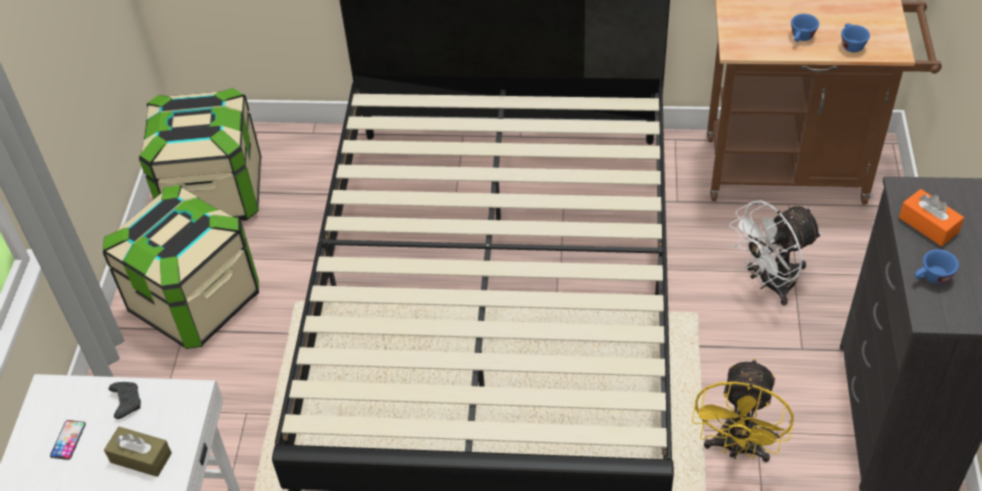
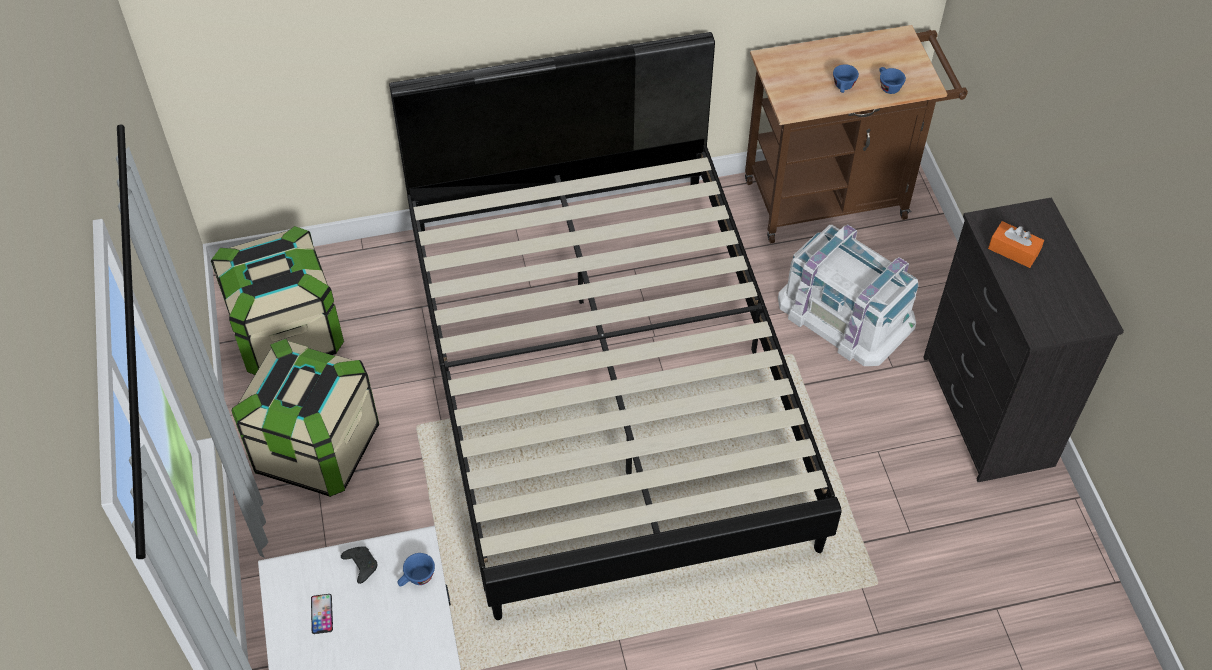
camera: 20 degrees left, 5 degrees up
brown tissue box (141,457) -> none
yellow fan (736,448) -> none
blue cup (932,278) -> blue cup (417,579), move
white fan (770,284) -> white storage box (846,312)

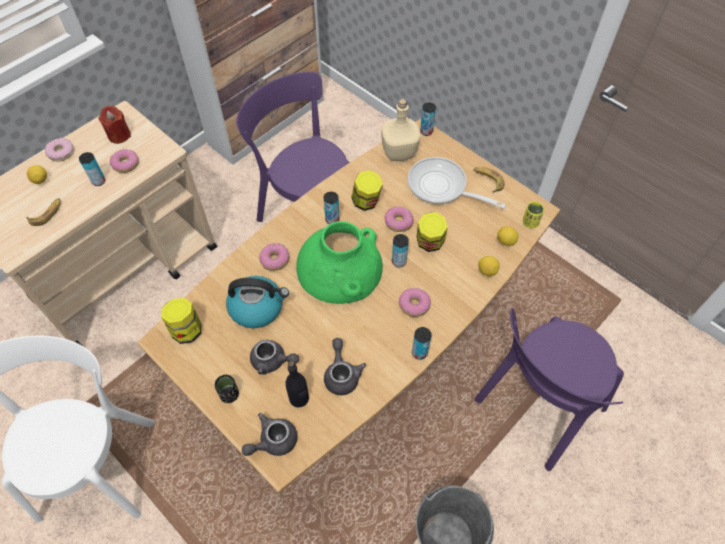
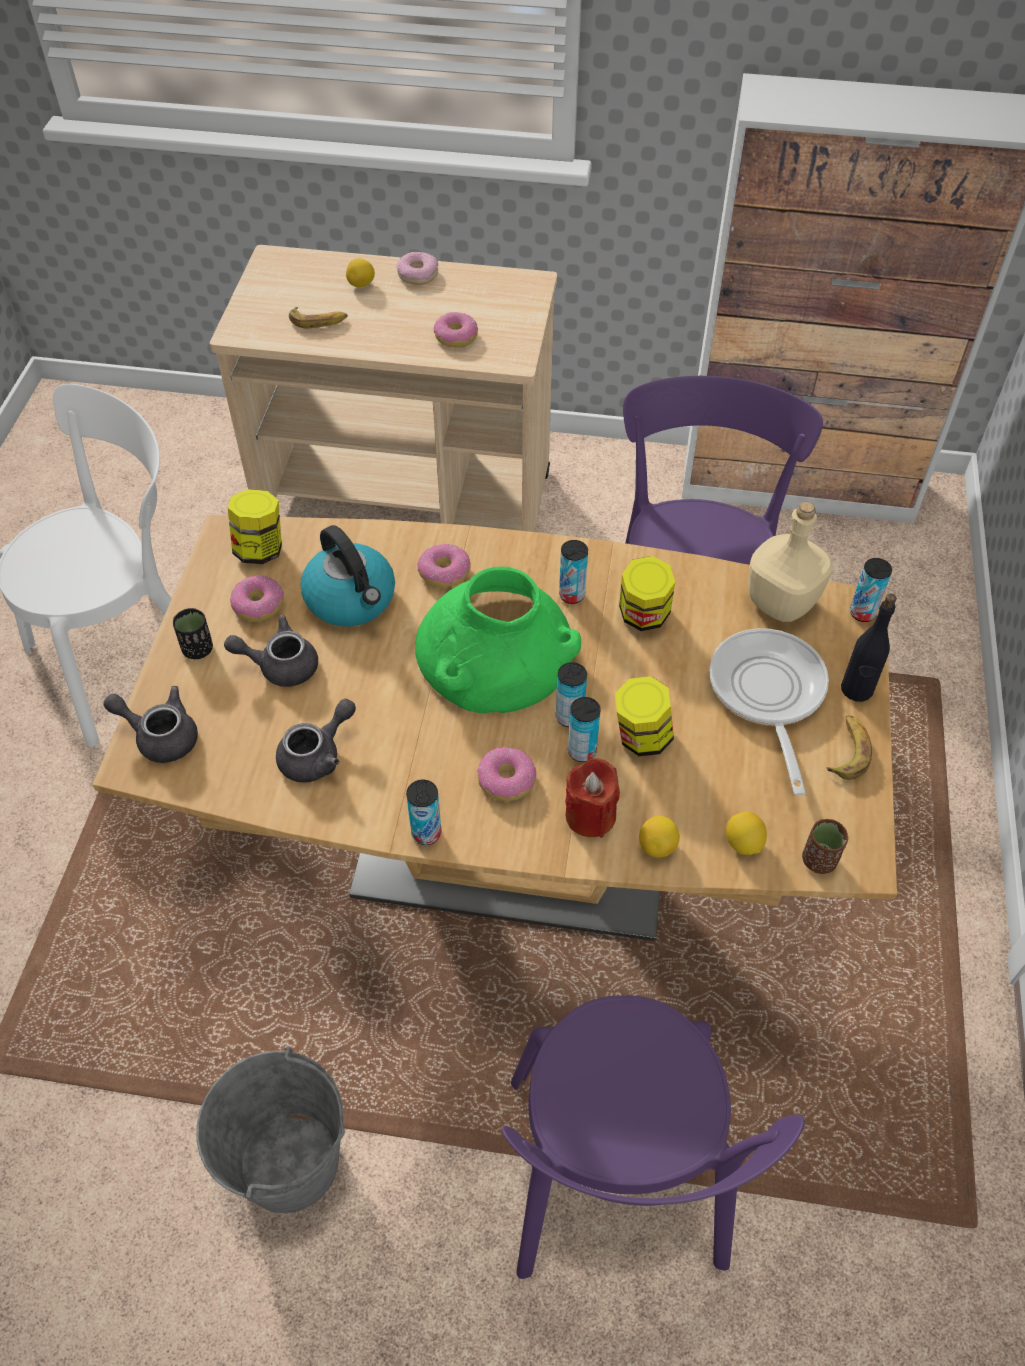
camera: 55 degrees right, 5 degrees down
can (99,181) -> can (582,751), move
red candle (119,135) -> red candle (590,815), move
black bottle (299,398) -> black bottle (856,689), move
donut (398,222) -> donut (258,605), move
yellow cup (530,222) -> brown cup (819,860)
grey teapot (273,361) -> grey teapot (280,665), 105 degrees clockwise
purple chair (535,408) -> purple chair (615,1183), 105 degrees counterclockwise

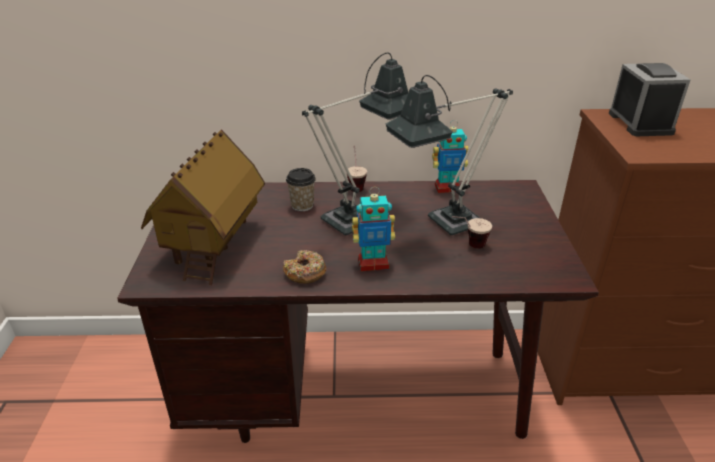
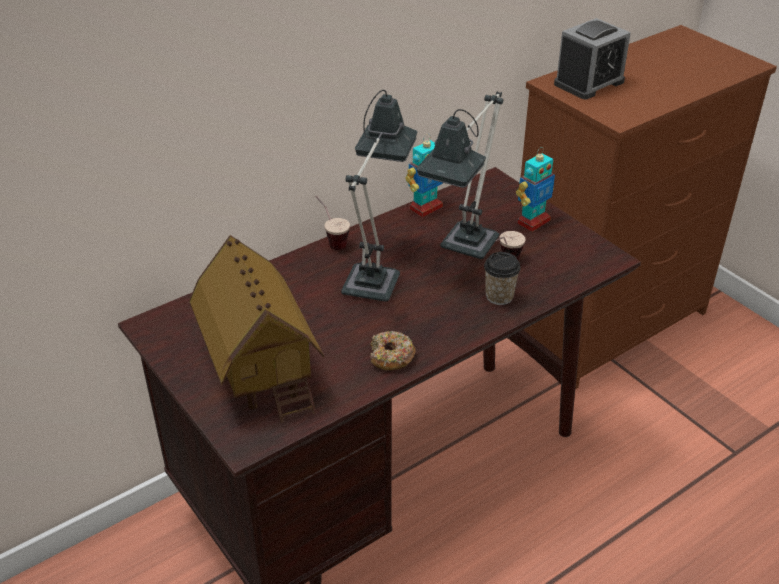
camera: 35 degrees left, 5 degrees up
cup (302,205) -> cup (499,296), move
toy robot (373,263) -> toy robot (533,222), move
alarm clock (640,123) -> alarm clock (589,83), 90 degrees clockwise

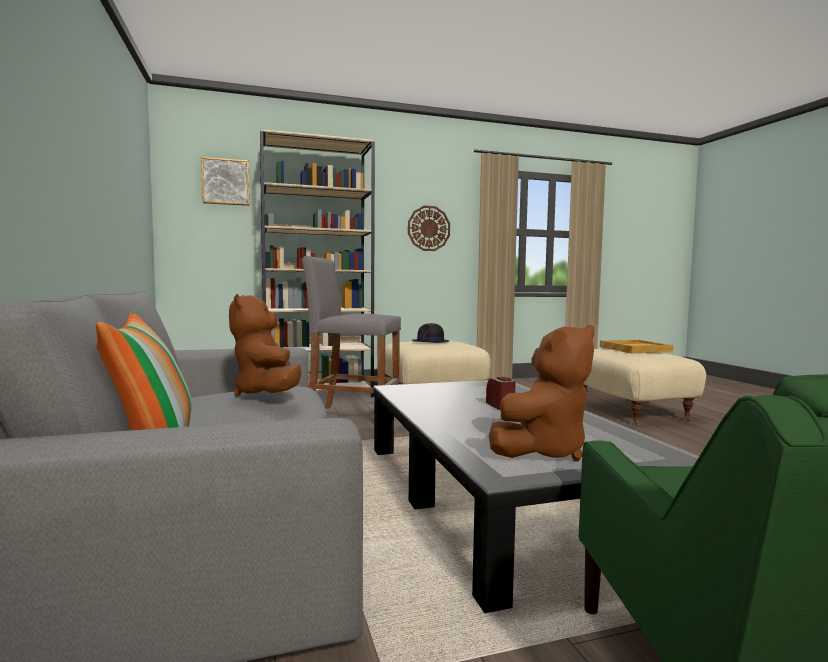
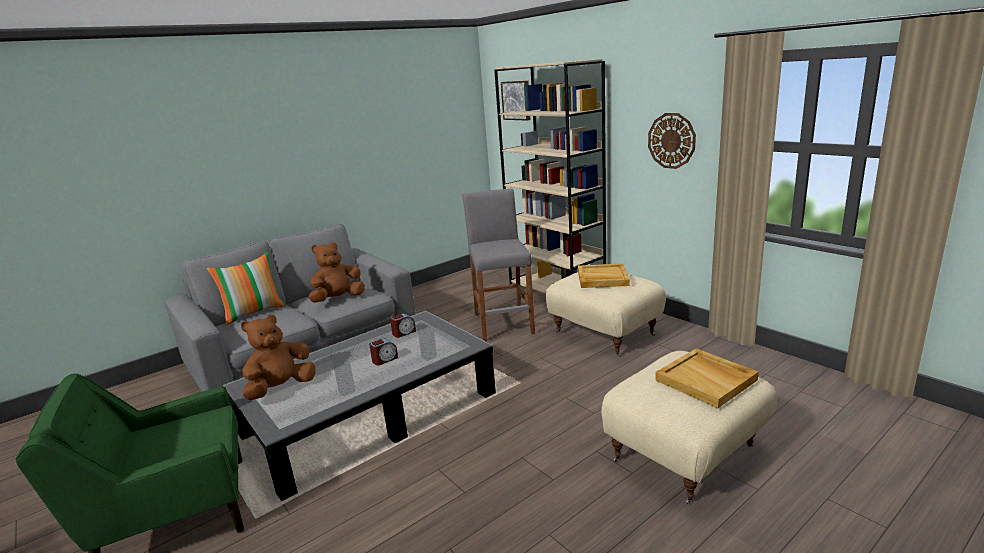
camera: 70 degrees right, 15 degrees up
none -> alarm clock (403,333)
black hat (430,342) -> beige tray (602,278)
brown plush toy (543,451) -> brown plush toy (281,388), 105 degrees clockwise

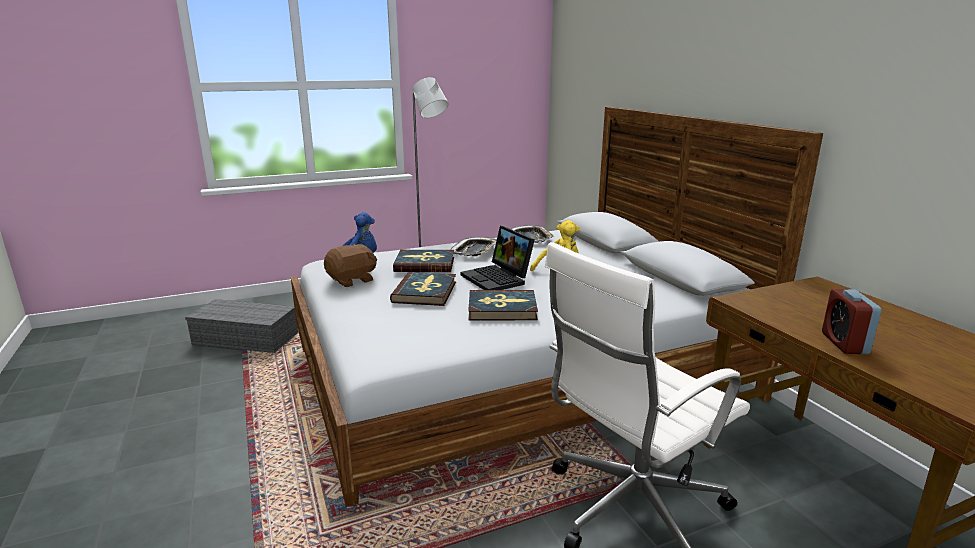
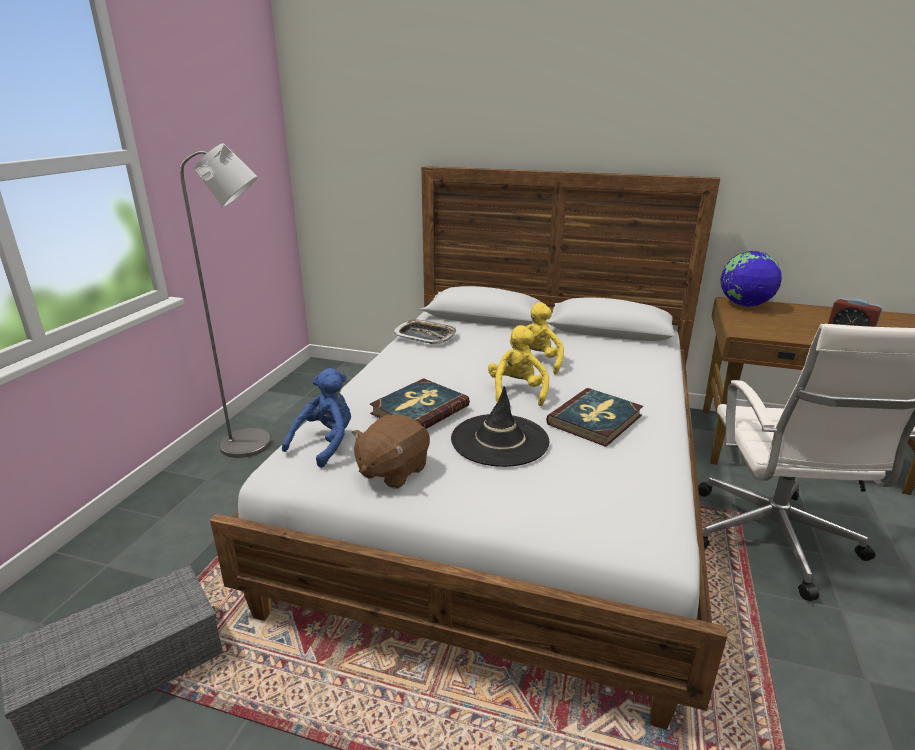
camera: 50 degrees left, 5 degrees up
tray (474,251) -> none
none -> globe (744,305)
book (425,292) -> black hat (499,440)
laptop (498,279) -> yellow plush toy (517,392)
brown plush toy (352,280) -> brown plush toy (392,471), 150 degrees counterclockwise

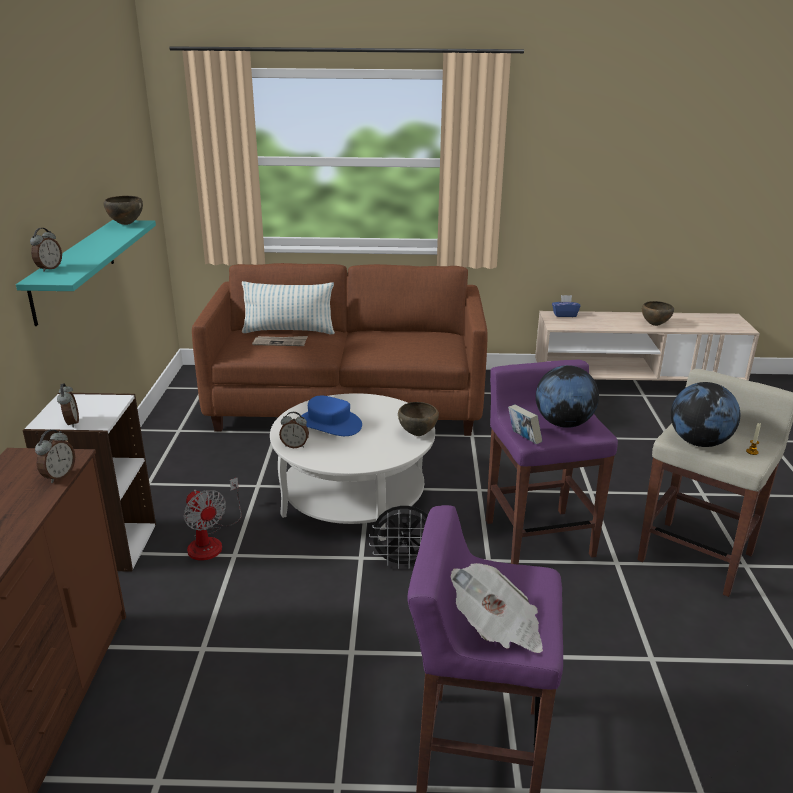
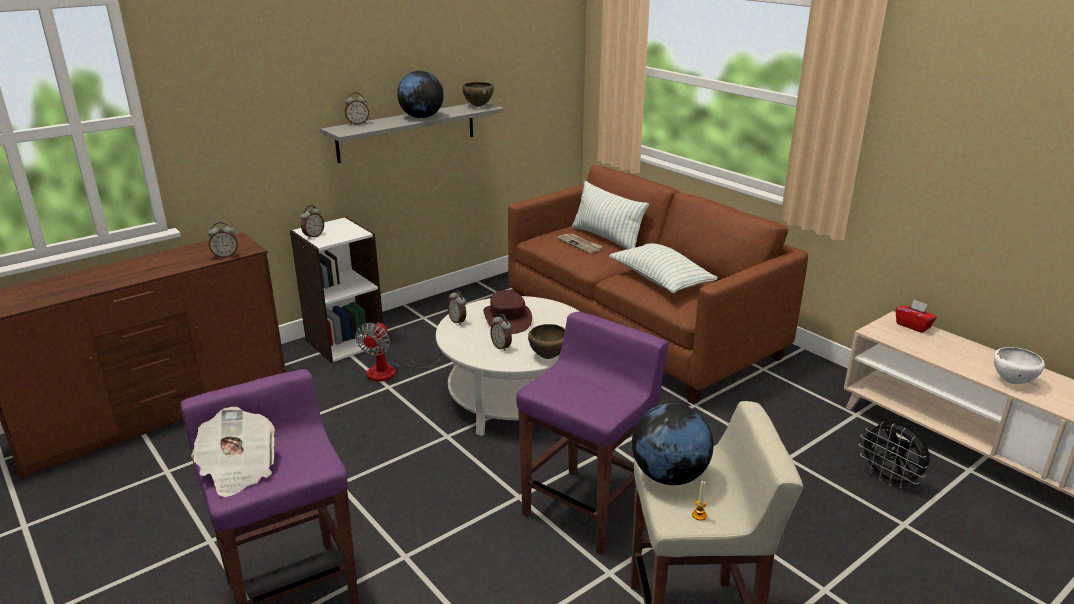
camera: 50 degrees right, 0 degrees up
book (523,439) -> none
none -> alarm clock (502,347)
none -> pillow (661,280)
black fan (404,562) -> black fan (889,479), move
globe (563,423) -> globe (421,117), move
turquoise shelf (74,269) -> grey shelf (407,131)
blue hat (329,424) -> brown hat (507,318)
blue tissue box (564,315) -> red tissue box (913,326)
brown bowl (654,325) -> white bowl (1011,382)

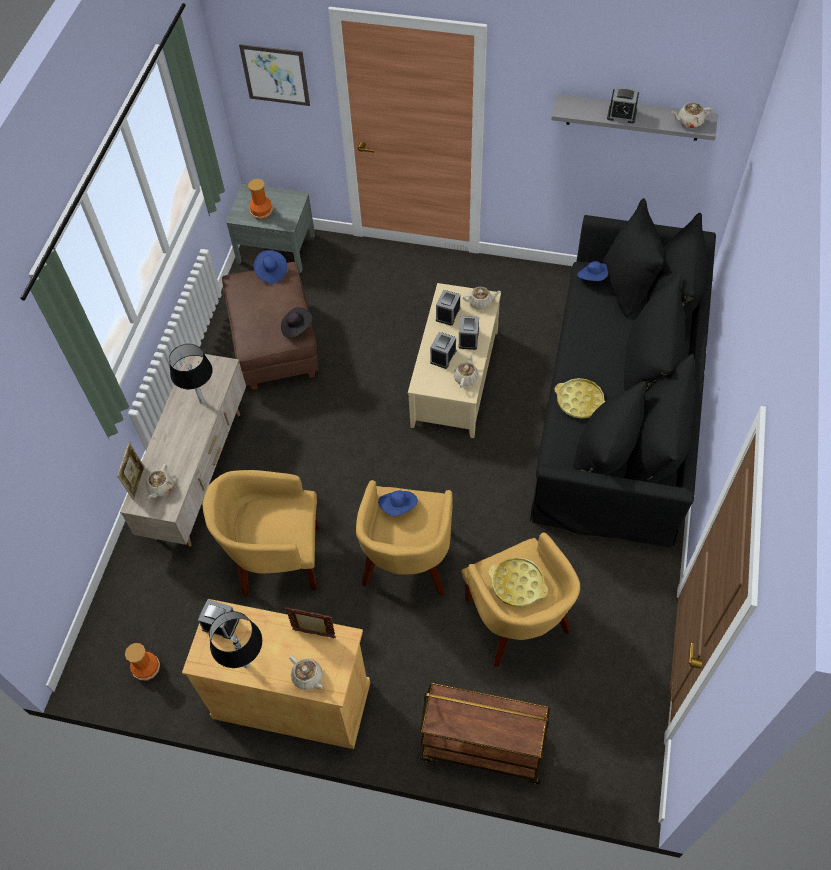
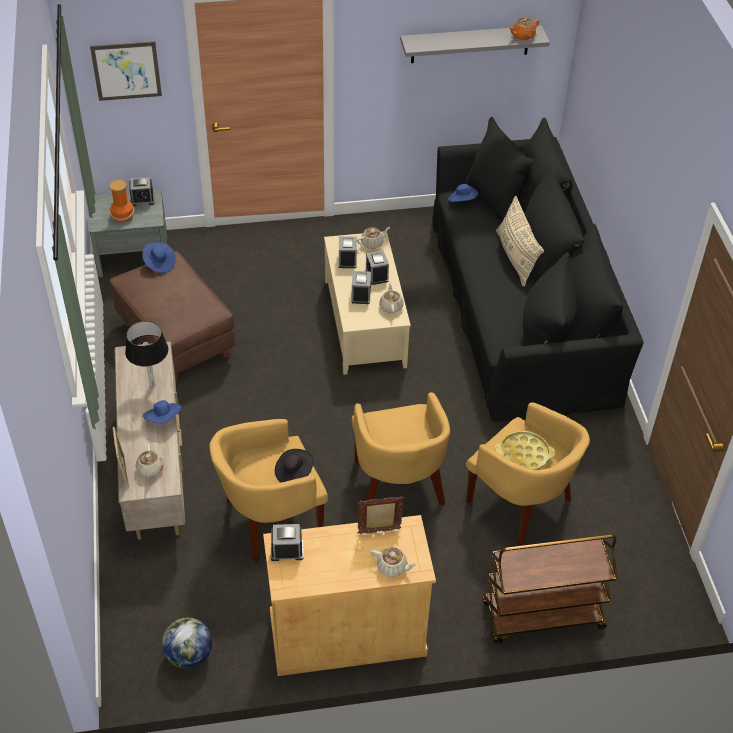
camera: 25 degrees left, 10 degrees down
black table lamp (247,665) -> none
yellow tray (579,401) -> none
none -> beige pillow (515,257)
black hat (296,328) -> black hat (293,473), move
blue hat (398,506) -> blue hat (163,418), move
alarm clock (621,115) -> alarm clock (142,199), move
vase (146,669) -> globe (189,655)
beige teapot (689,122) -> orange teapot (522,35)

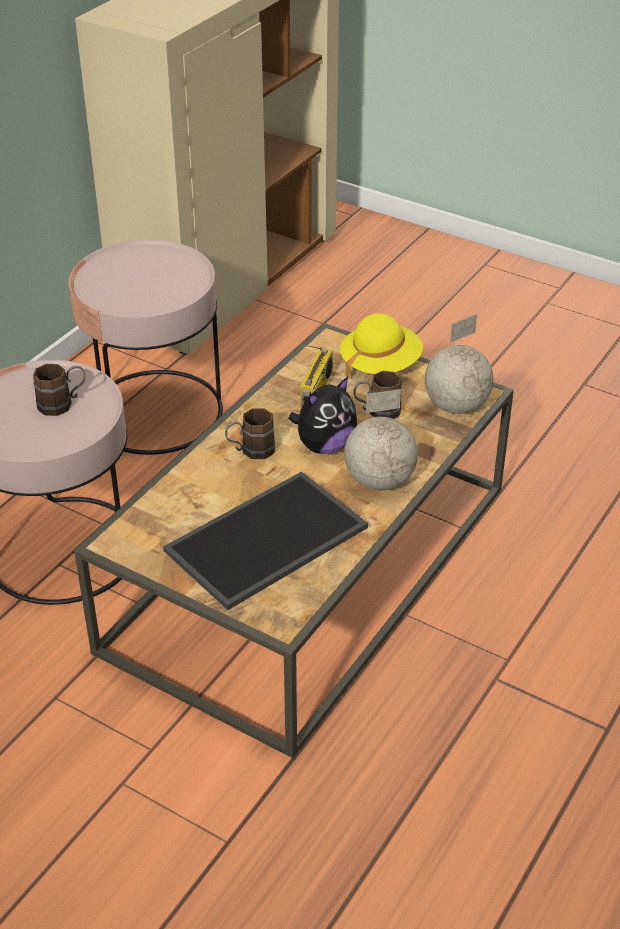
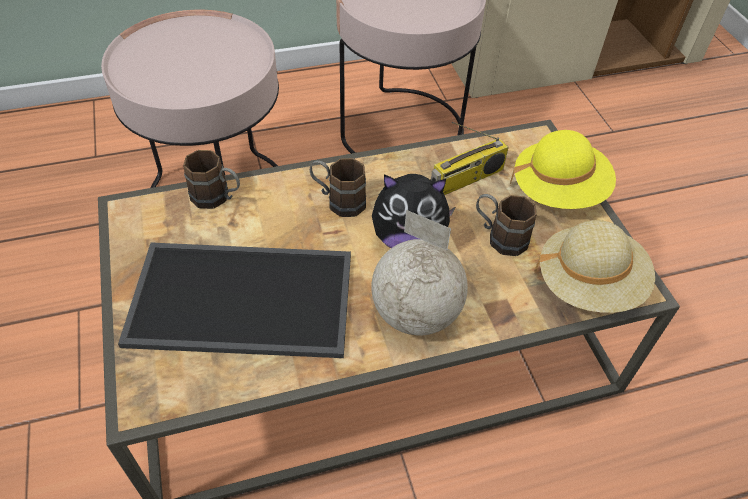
camera: 40 degrees right, 10 degrees up
brown mug (63,404) -> brown mug (217,198), move
globe (455,406) -> beige hat (588,284)

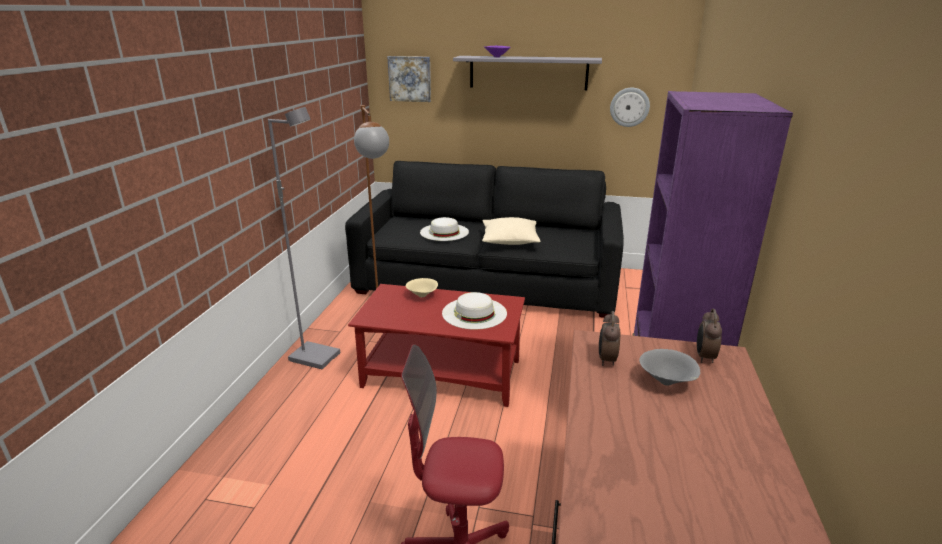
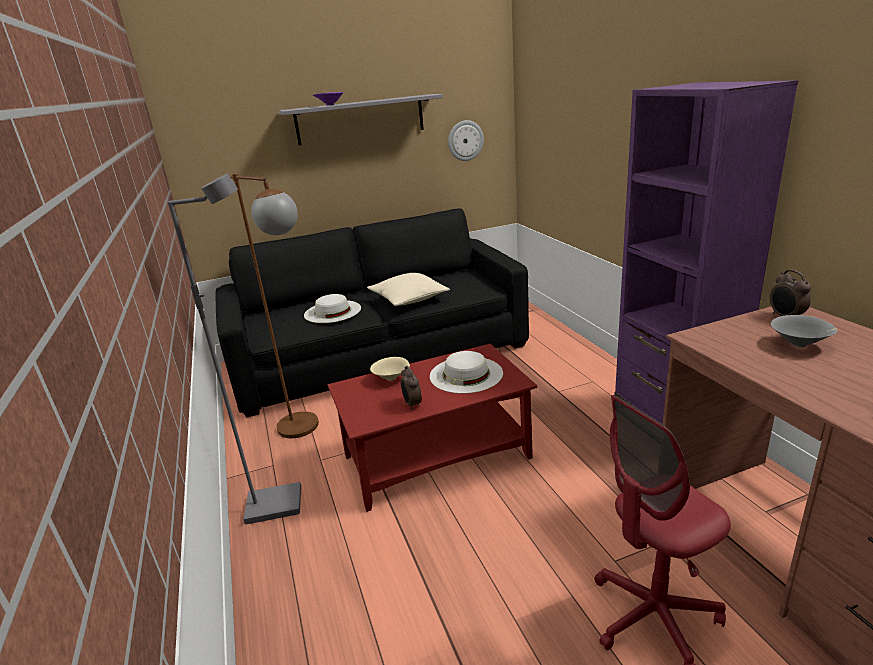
camera: 30 degrees left, 0 degrees up
picture (410,78) -> none
alarm clock (606,360) -> alarm clock (412,404), move

